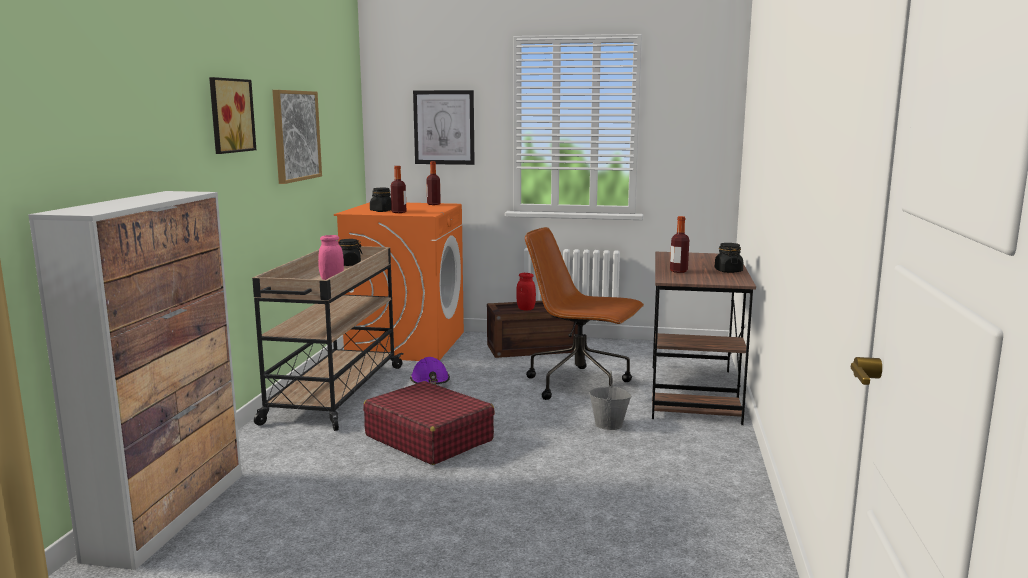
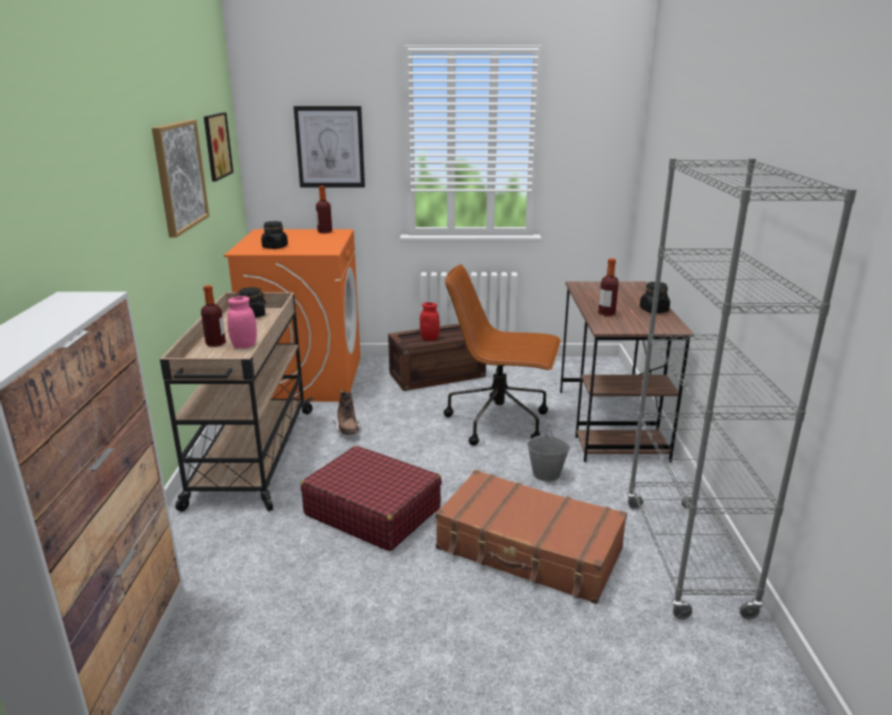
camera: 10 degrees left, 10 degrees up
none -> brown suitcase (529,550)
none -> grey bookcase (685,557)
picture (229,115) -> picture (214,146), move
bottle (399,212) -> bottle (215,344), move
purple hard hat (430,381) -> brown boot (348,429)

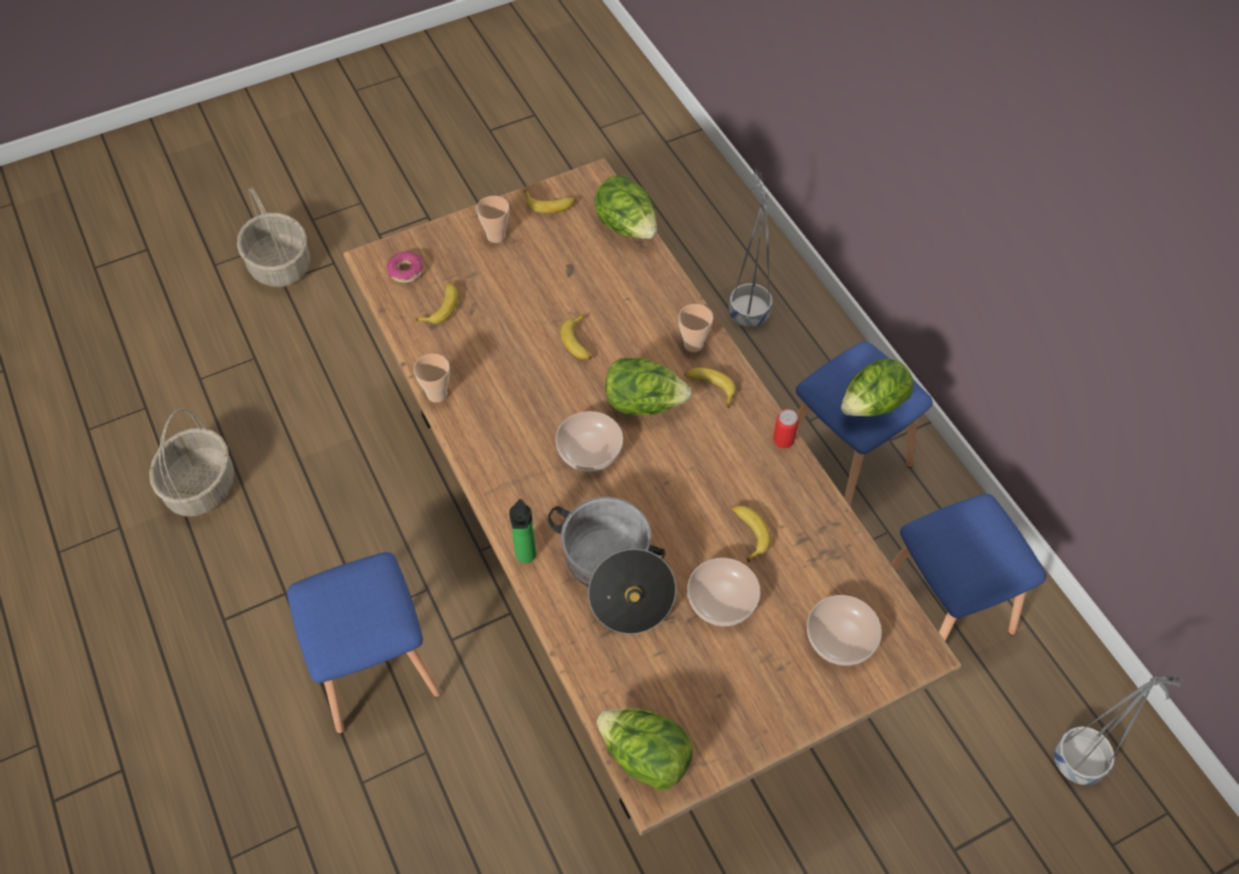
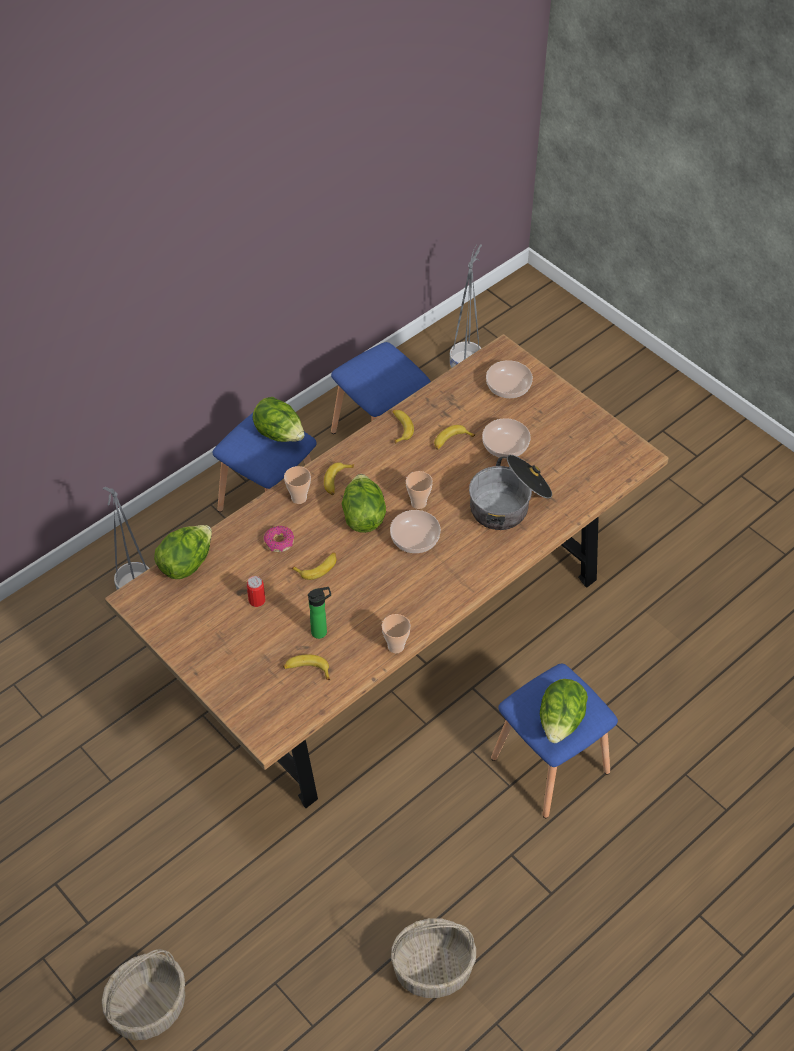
camera: 105 degrees left, 5 degrees down
donut (406,271) -> donut (279,542), move
cup (496,236) -> cup (418,503), move
bottle (525,557) -> bottle (321,631), move
banana (550,204) -> banana (400,428), move
lettuce (645,757) -> lettuce (560,722), move
can (783,440) -> can (257,600), move

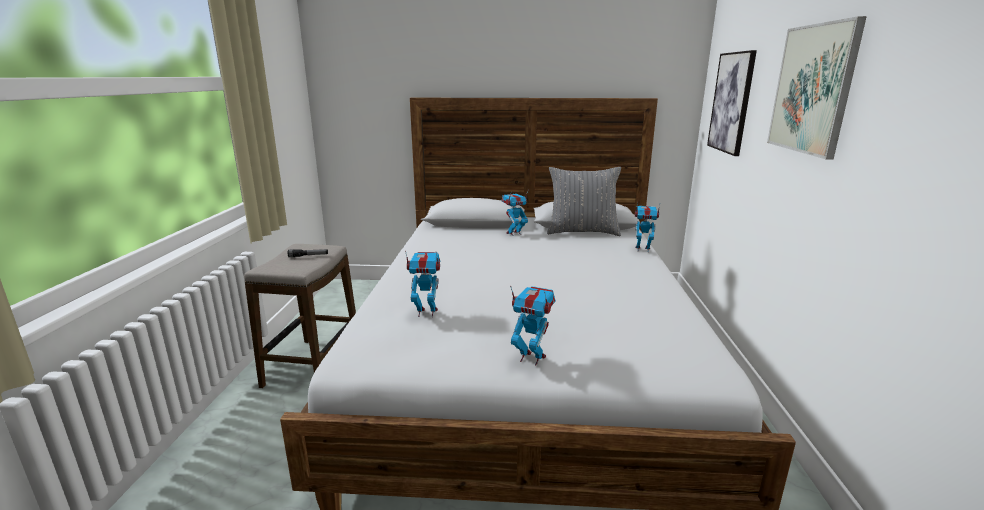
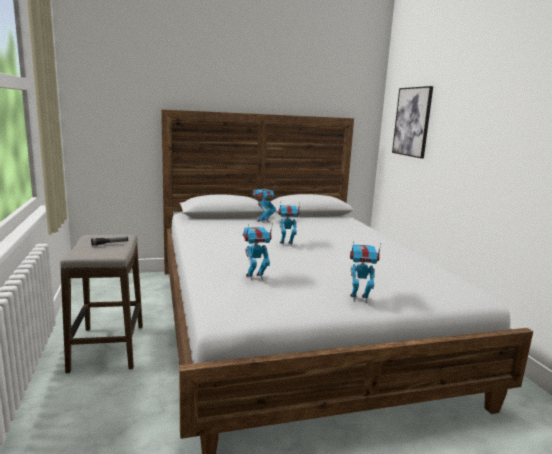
camera: 20 degrees left, 5 degrees down
grey pillow (582,232) -> none
picture (812,89) -> none
toy robot (642,249) -> toy robot (286,244), move

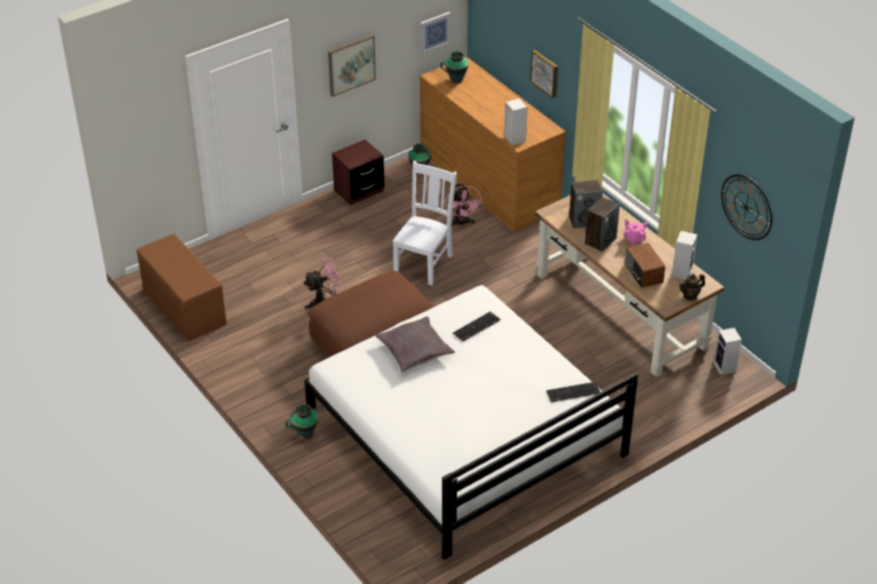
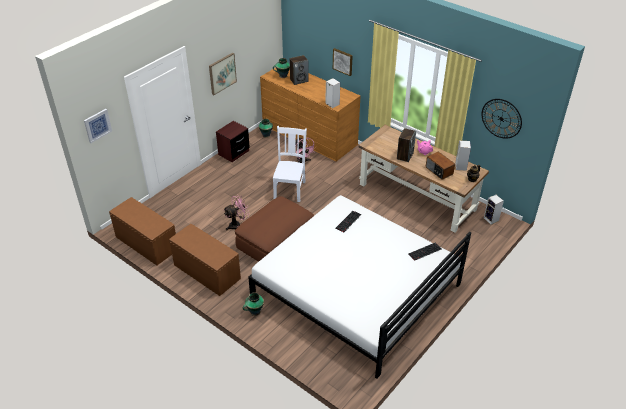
camera: 15 degrees left, 0 degrees up
grey pillow (415,350) -> none
none -> brown bench (206,272)
picture (434,32) -> picture (97,125), move
speaker (584,220) -> speaker (299,80), move

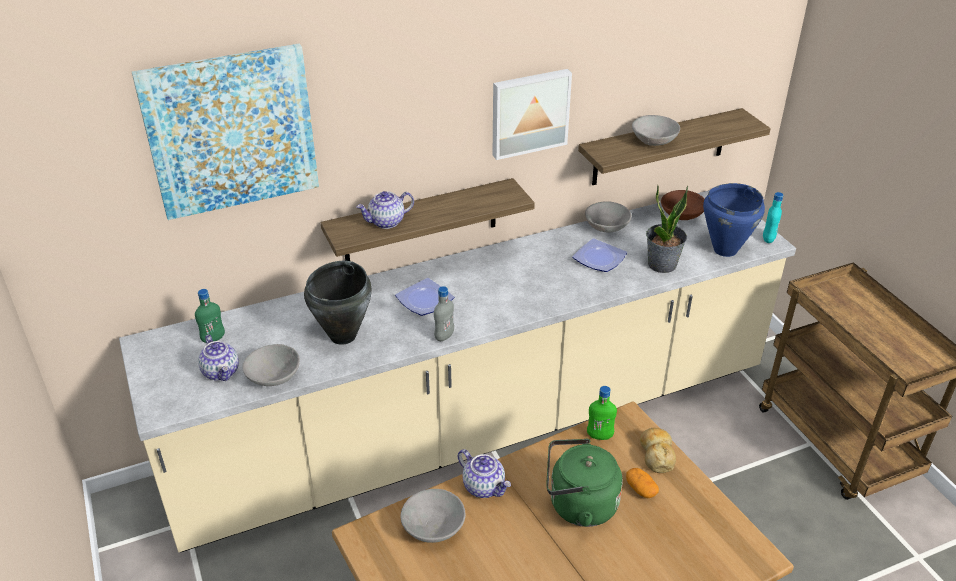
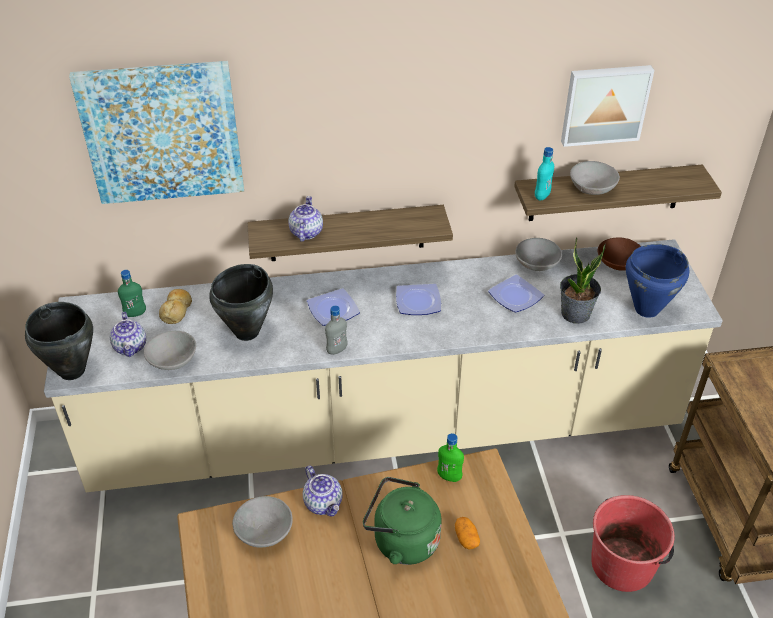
camera: 15 degrees right, 5 degrees up
none -> black cooking pot (72,371)
none -> plate (417,302)
none -> red bucket (623,564)
picture (529,112) -> picture (604,104), move
bread (656,454) -> bread (177,310), move
turquoise bottle (768,239) -> turquoise bottle (542,196), move
teapot (386,222) -> teapot (306,232), 105 degrees clockwise

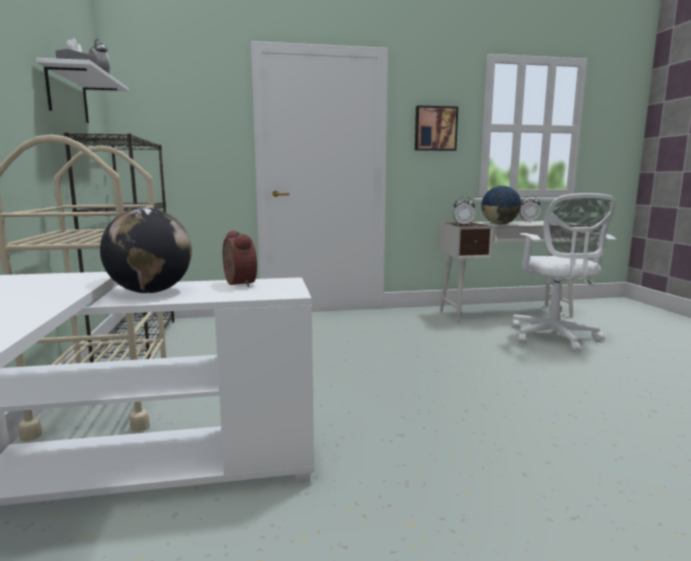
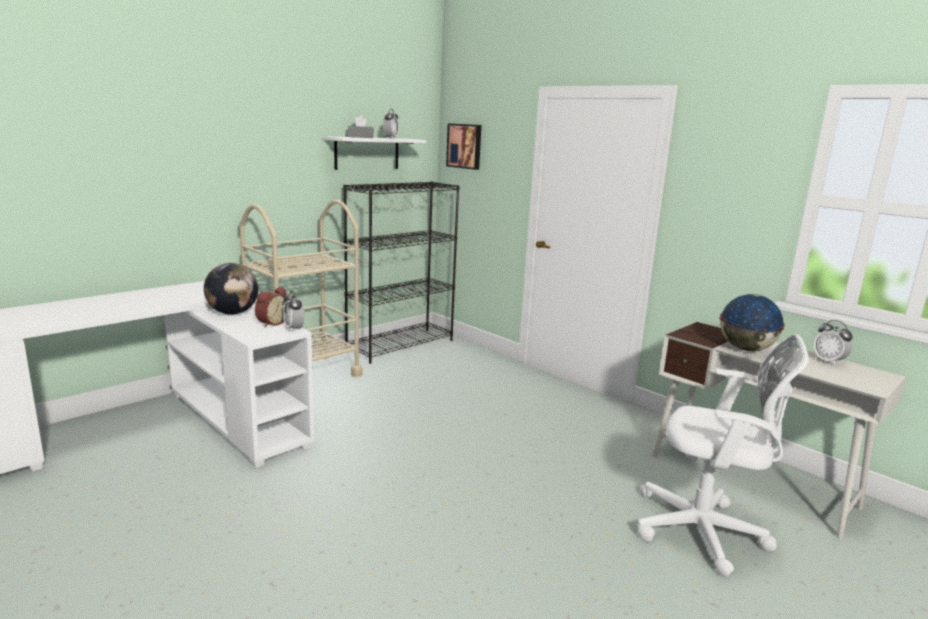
camera: 55 degrees right, 5 degrees up
picture (435,128) -> picture (465,146), move
alarm clock (463,225) -> alarm clock (294,329), move
white office chair (554,338) -> white office chair (704,532), 120 degrees counterclockwise

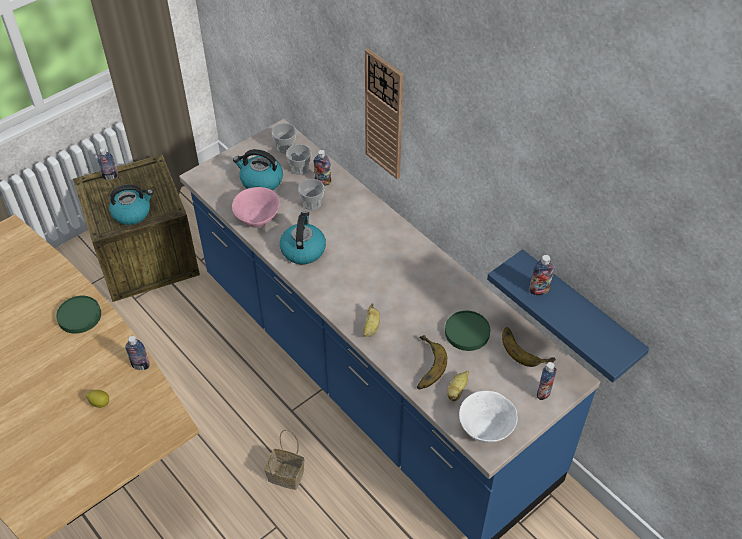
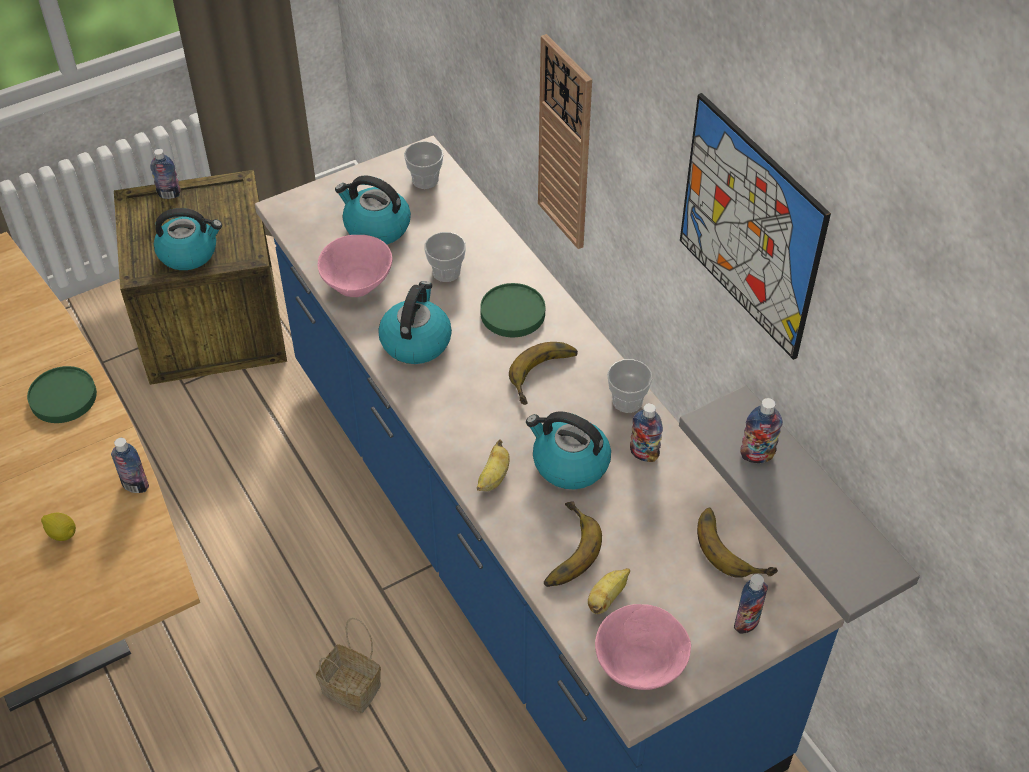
camera: 10 degrees right, 0 degrees up
none -> banana (546,376)
none -> kettle (569,463)
none -> picture (750,227)
cup (300,169) -> cup (627,401), move
bottle (323,182) -> bottle (644,454), move
green plate (466,332) -> green plate (512,313), move
white bowl (485,428) -> pink bowl (639,665)
blue shelf (578,314) -> grey shelf (820,504)

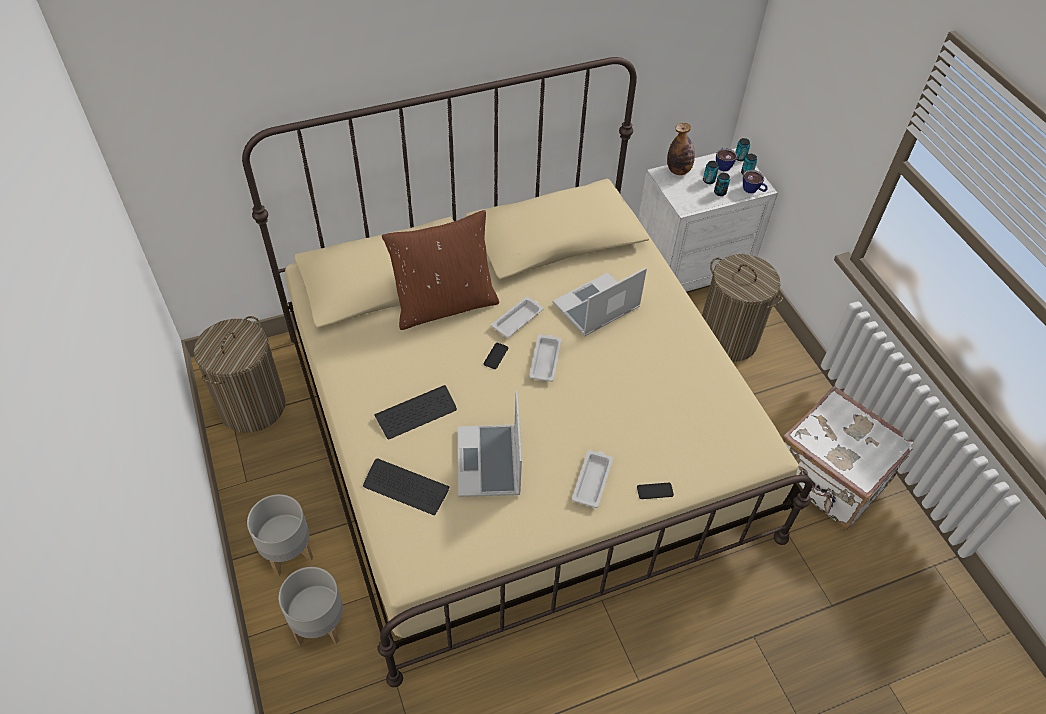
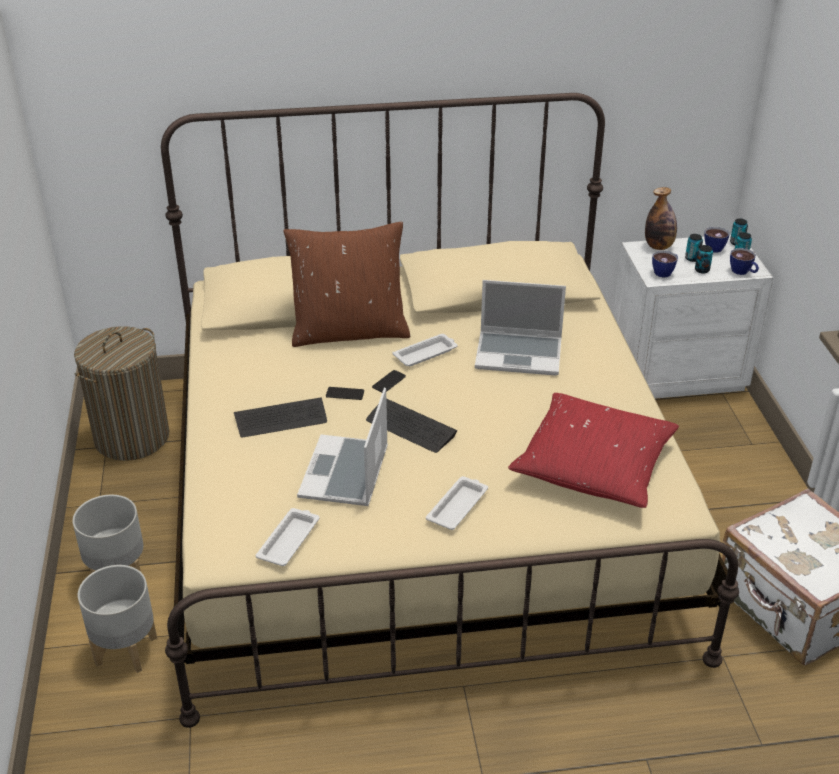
camera: 15 degrees right, 15 degrees down
laundry basket (727,339) -> none
none -> red pillow (594,465)
none -> cup (665,272)
keyboard (405,487) -> keyboard (410,427), move
white tray (545,360) -> white tray (289,540), move
phone (655,491) -> phone (345,394), move
laptop (596,307) -> laptop (520,354), 150 degrees counterclockwise

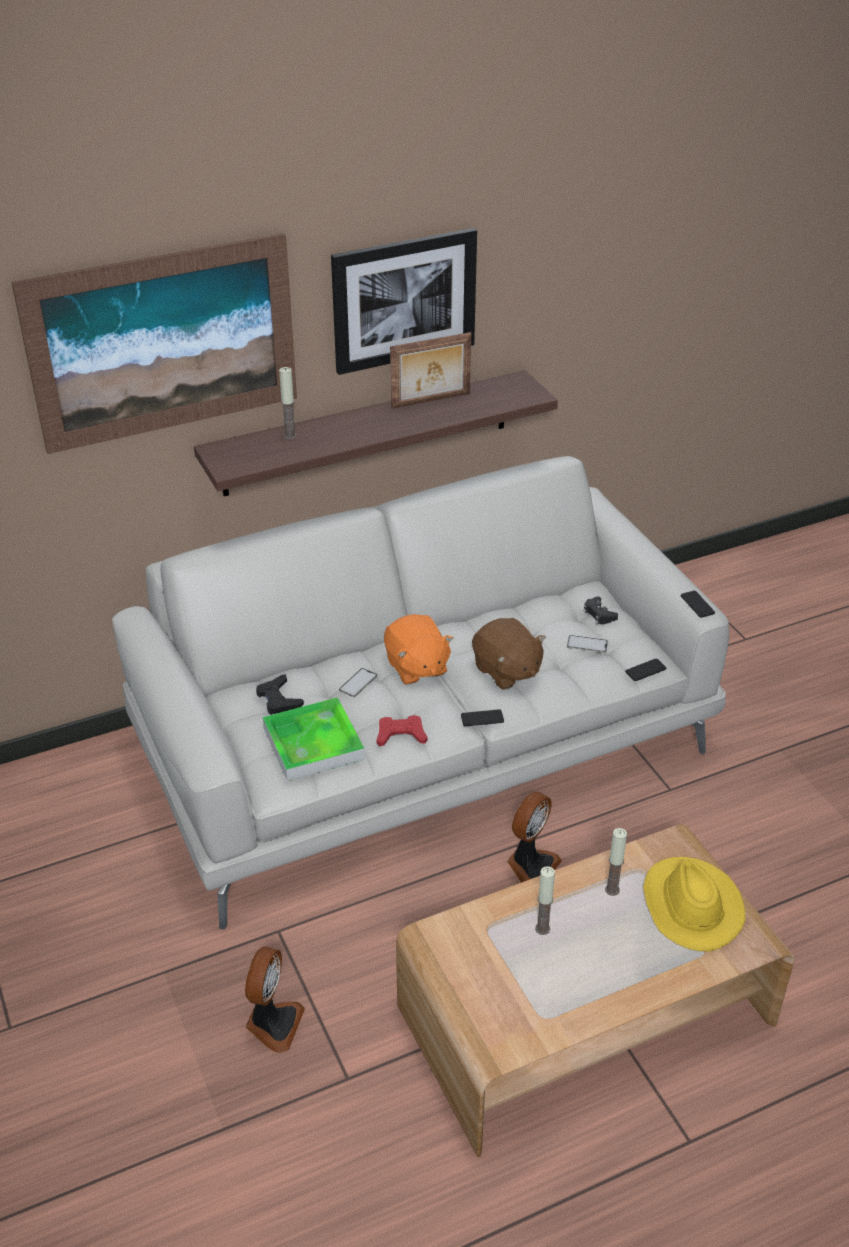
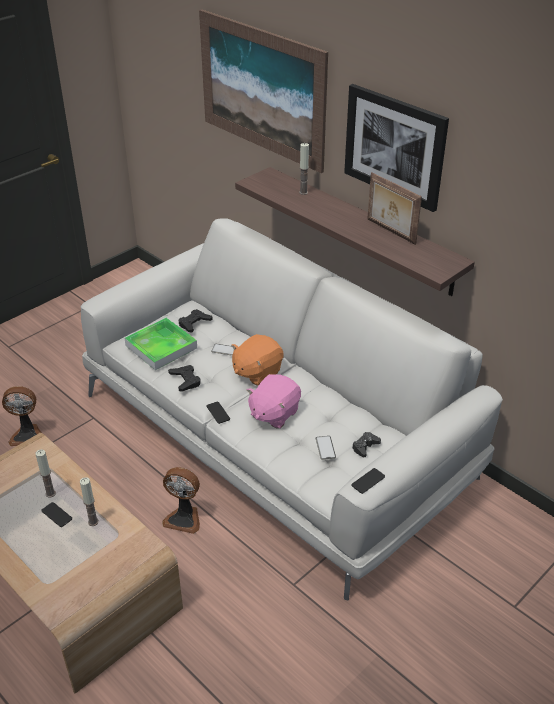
camera: 70 degrees right, 0 degrees up
yellow hat (690,906) -> none
phone (645,670) -> phone (57,515), move
red game controller (401,735) -> black game controller (185,380)
brown plush toy (506,671) -> pink plush toy (274,413)

